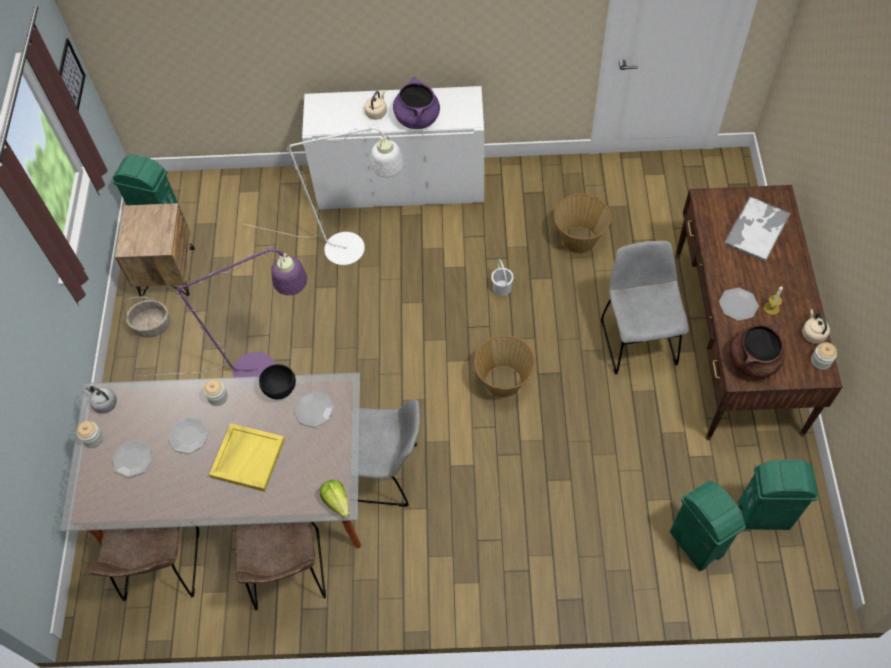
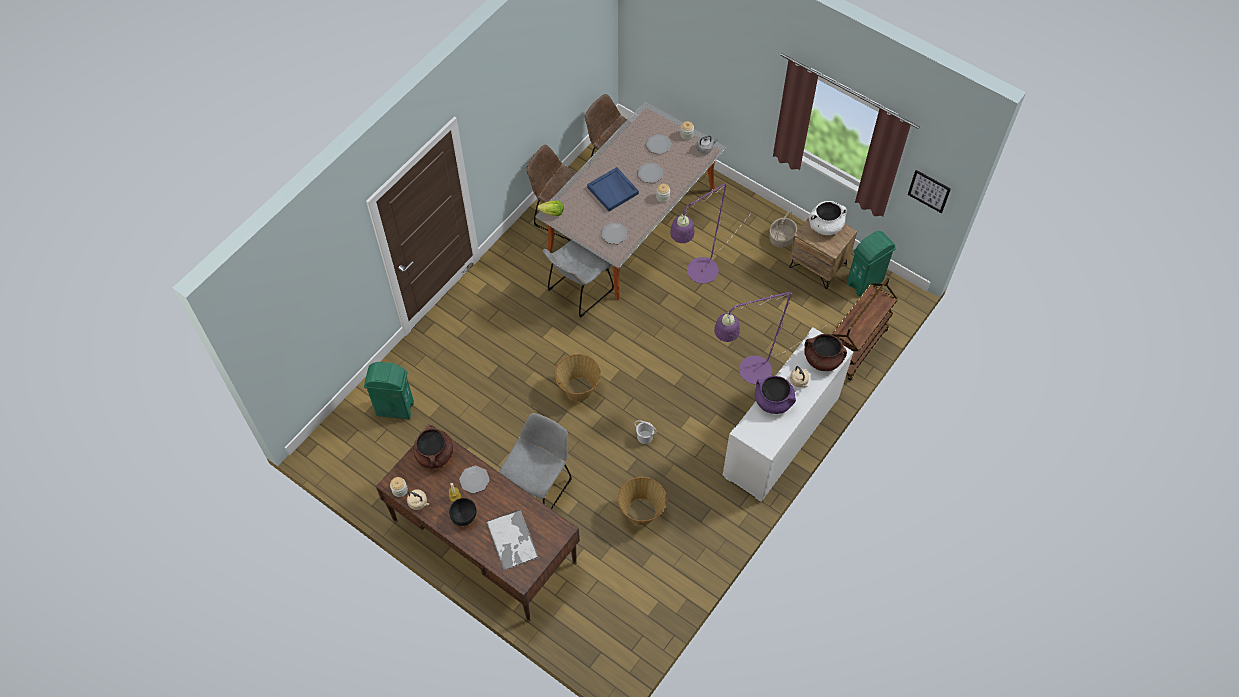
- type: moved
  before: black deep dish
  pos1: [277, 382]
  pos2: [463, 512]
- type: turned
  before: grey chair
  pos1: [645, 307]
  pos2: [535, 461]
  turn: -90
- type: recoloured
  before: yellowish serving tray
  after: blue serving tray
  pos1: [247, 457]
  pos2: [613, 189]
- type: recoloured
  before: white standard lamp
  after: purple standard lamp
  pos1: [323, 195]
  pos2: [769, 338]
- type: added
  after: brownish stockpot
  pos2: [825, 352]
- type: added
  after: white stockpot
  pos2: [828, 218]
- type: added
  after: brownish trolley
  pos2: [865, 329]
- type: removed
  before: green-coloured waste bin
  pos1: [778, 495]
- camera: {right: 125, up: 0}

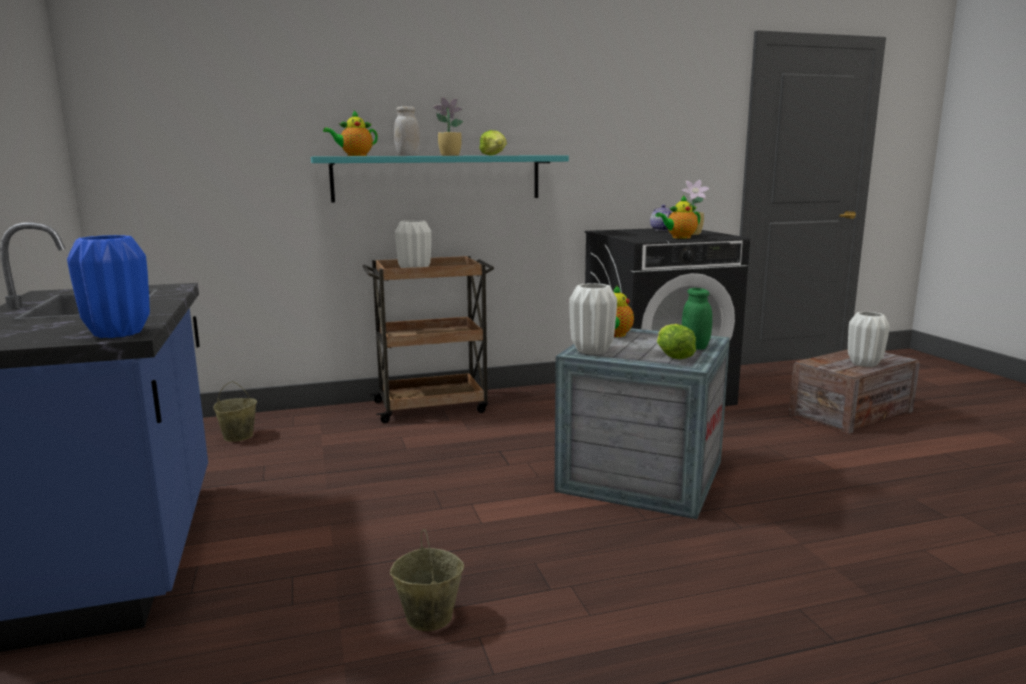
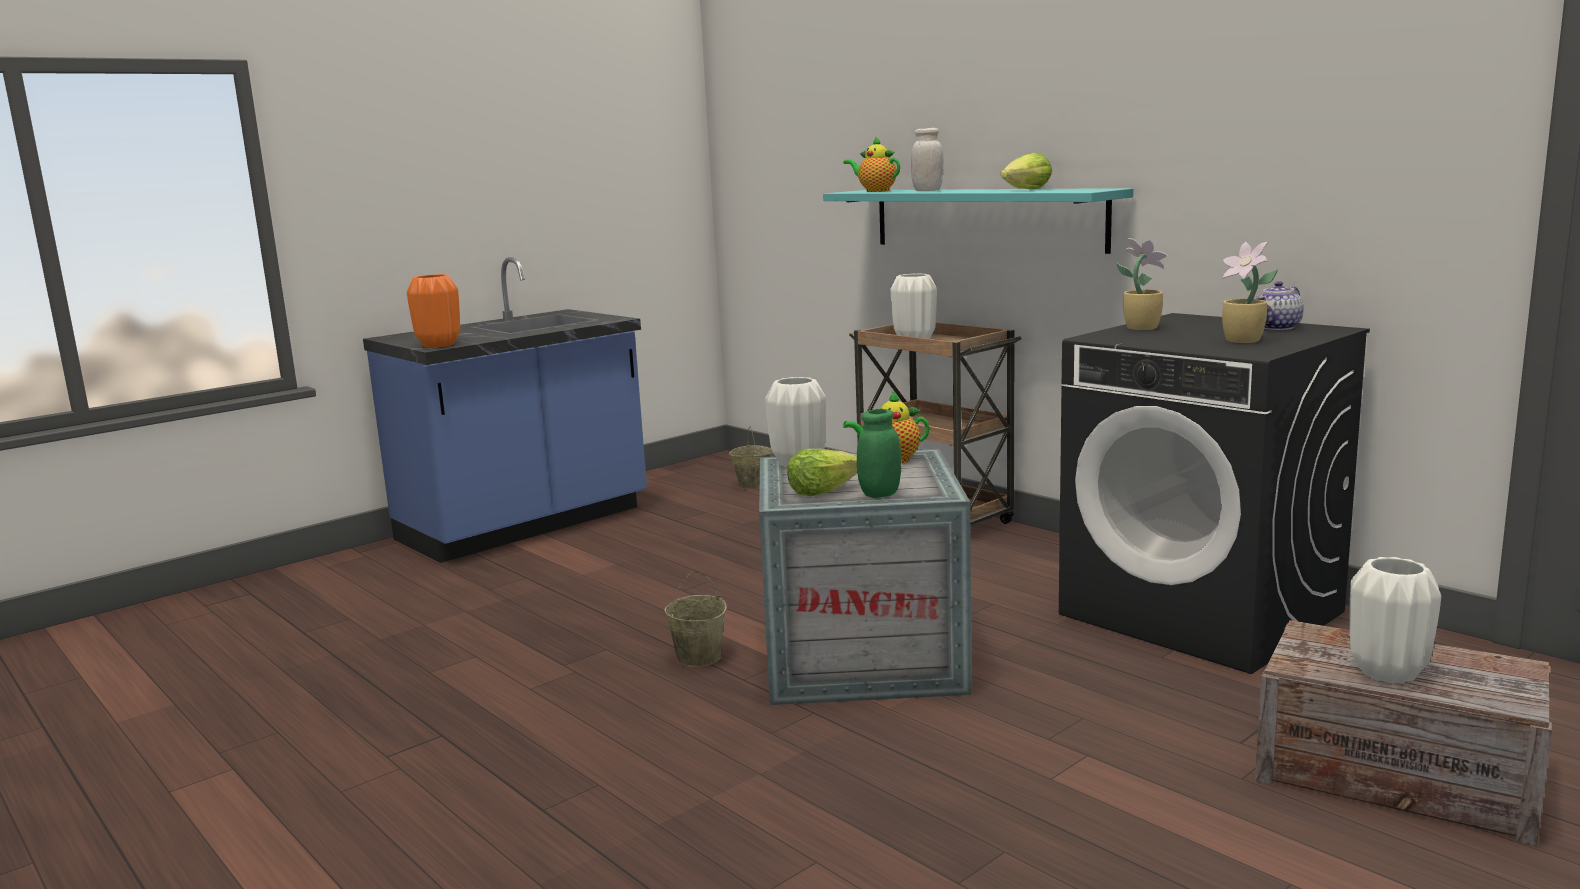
- type: recoloured
  before: blue vase
  after: orange vase
  pos1: [108, 286]
  pos2: [433, 311]
- type: moved
  before: sand-coloured water bucket
  pos1: [427, 580]
  pos2: [695, 619]
- type: moved
  before: potted plant
  pos1: [448, 126]
  pos2: [1142, 284]
- type: removed
  before: pot for tea
  pos1: [677, 217]
- camera: {right: 65, up: 0}

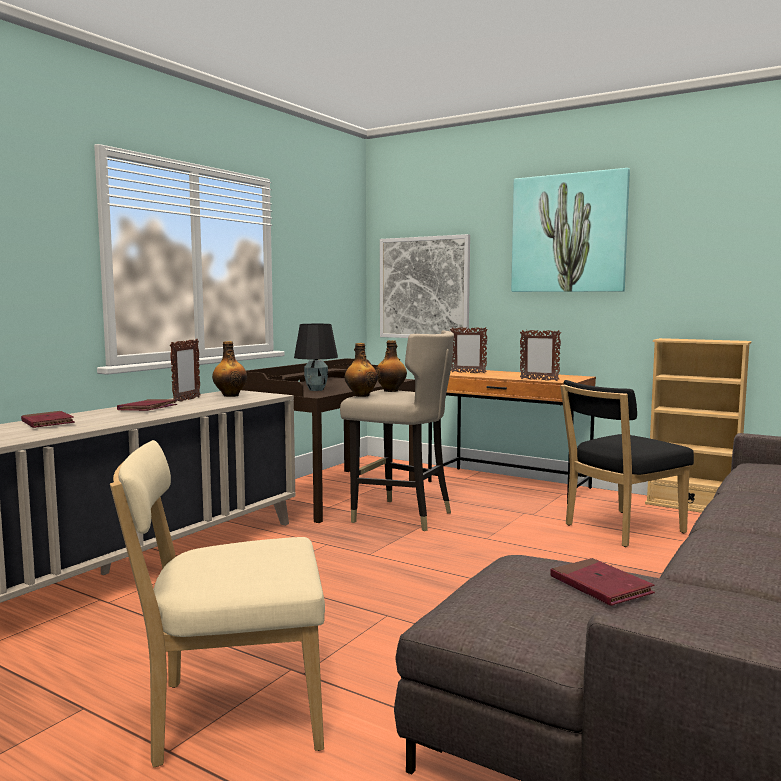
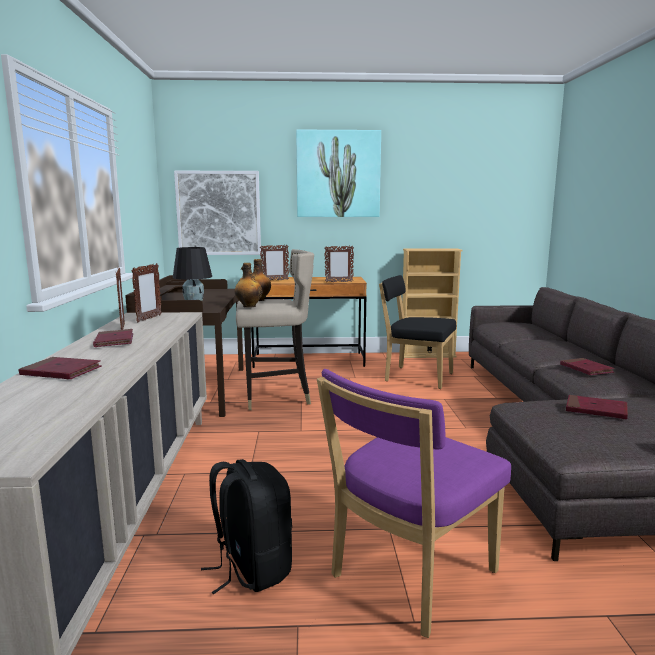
- type: replaced
  before: bottle
  after: picture frame
  pos1: [229, 369]
  pos2: [146, 292]
- type: added
  after: black rucksack
  pos2: [246, 526]
- type: recoloured
  before: sand-coloured chair
  after: purple chair
  pos1: [217, 604]
  pos2: [414, 503]
- type: turned
  before: black chair
  pos1: [627, 463]
  pos2: [417, 332]
  turn: 90
- type: added
  after: reddish volume
  pos2: [587, 366]
- camera: {right: -35, up: 5}

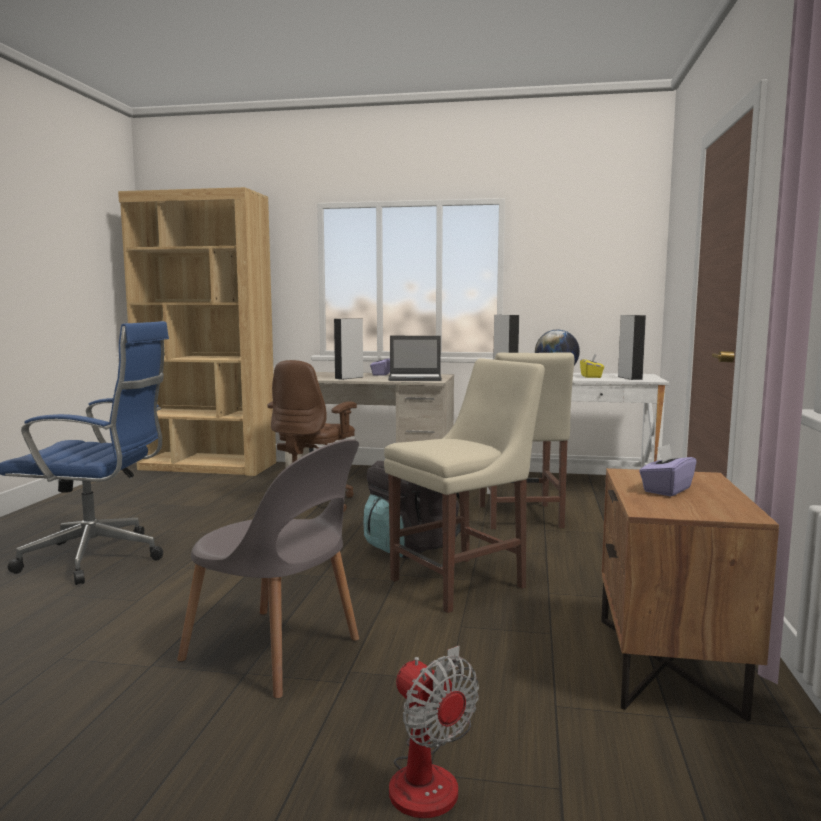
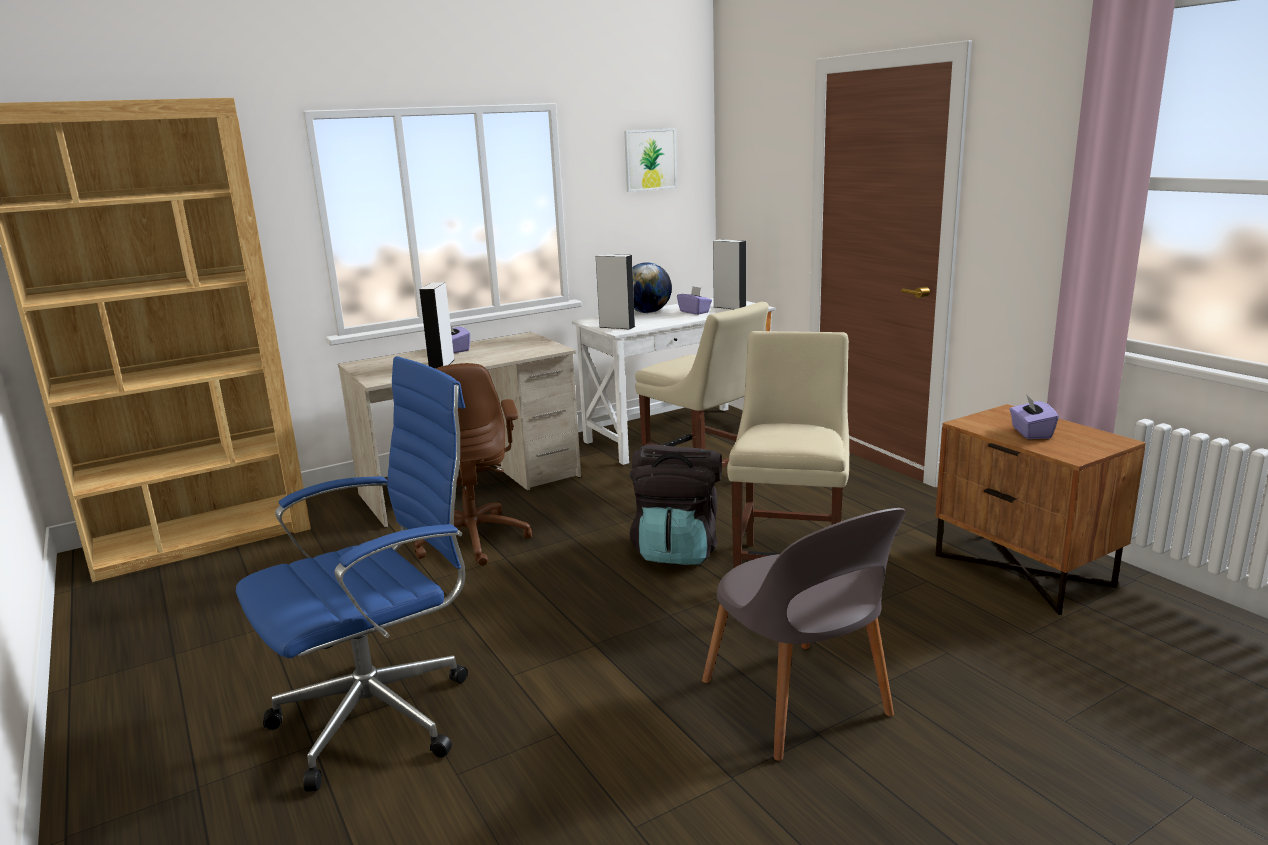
- type: added
  after: wall art
  pos2: [650, 160]
- type: recoloured
  before: yellowish tissue box
  after: purple tissue box
  pos1: [592, 366]
  pos2: [694, 301]
- type: turned
  before: grey chair
  pos1: [268, 569]
  pos2: [804, 634]
  turn: 75
- type: removed
  before: laptop
  pos1: [415, 358]
- type: removed
  before: electric fan
  pos1: [434, 732]
- camera: {right: -40, up: 10}

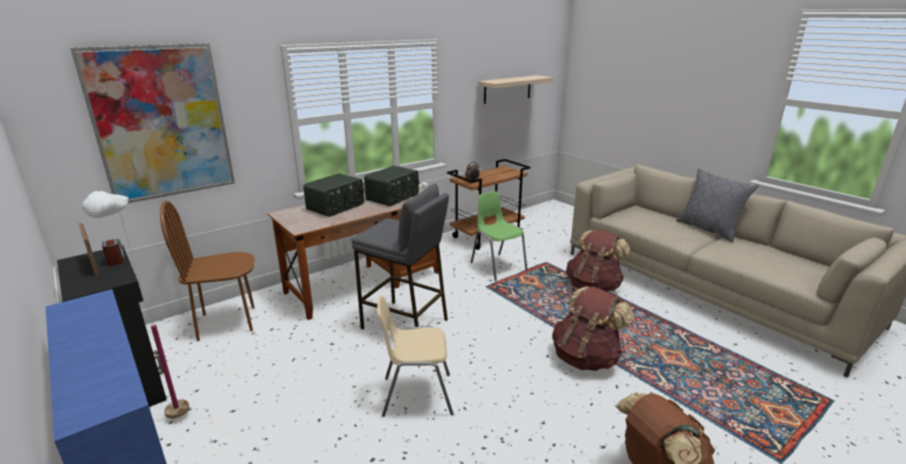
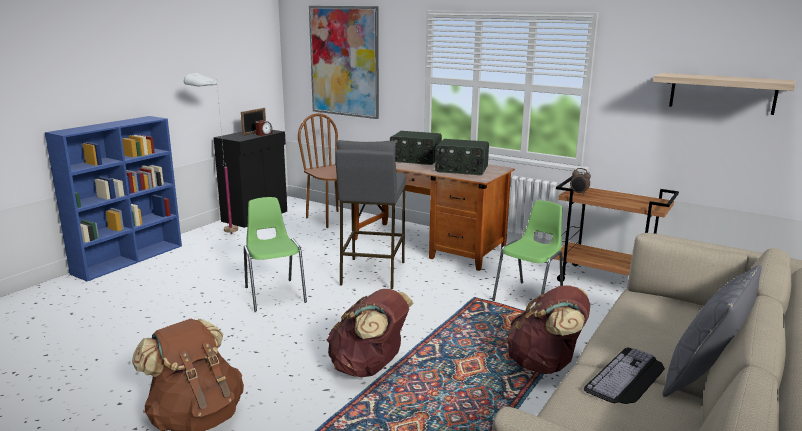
- type: recoloured
  before: sand-coloured chair
  after: green-coloured chair
  pos1: [415, 356]
  pos2: [275, 254]
- type: added
  after: keyboard
  pos2: [624, 375]
- camera: {right: 70, up: -5}

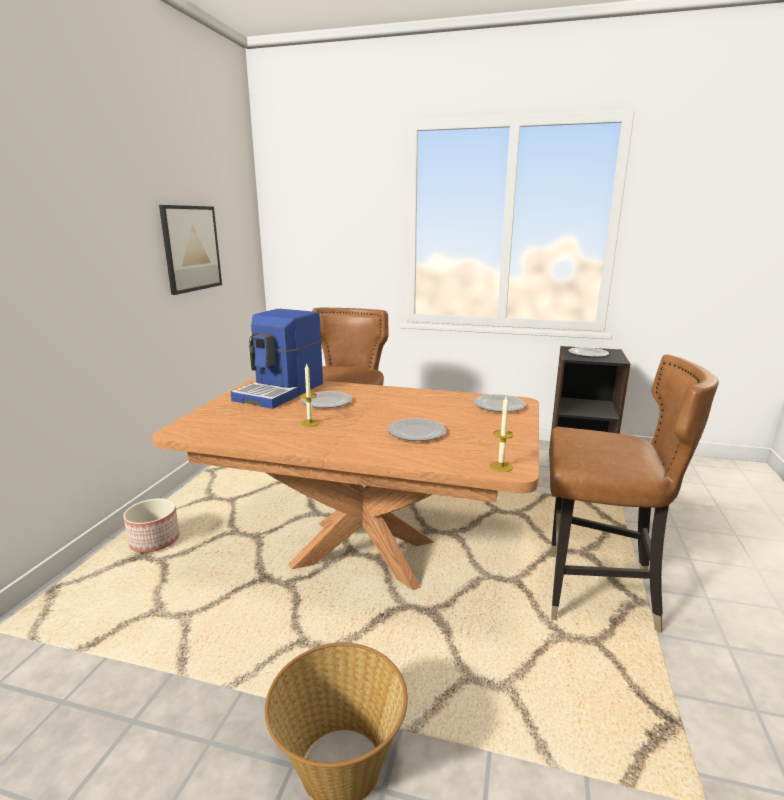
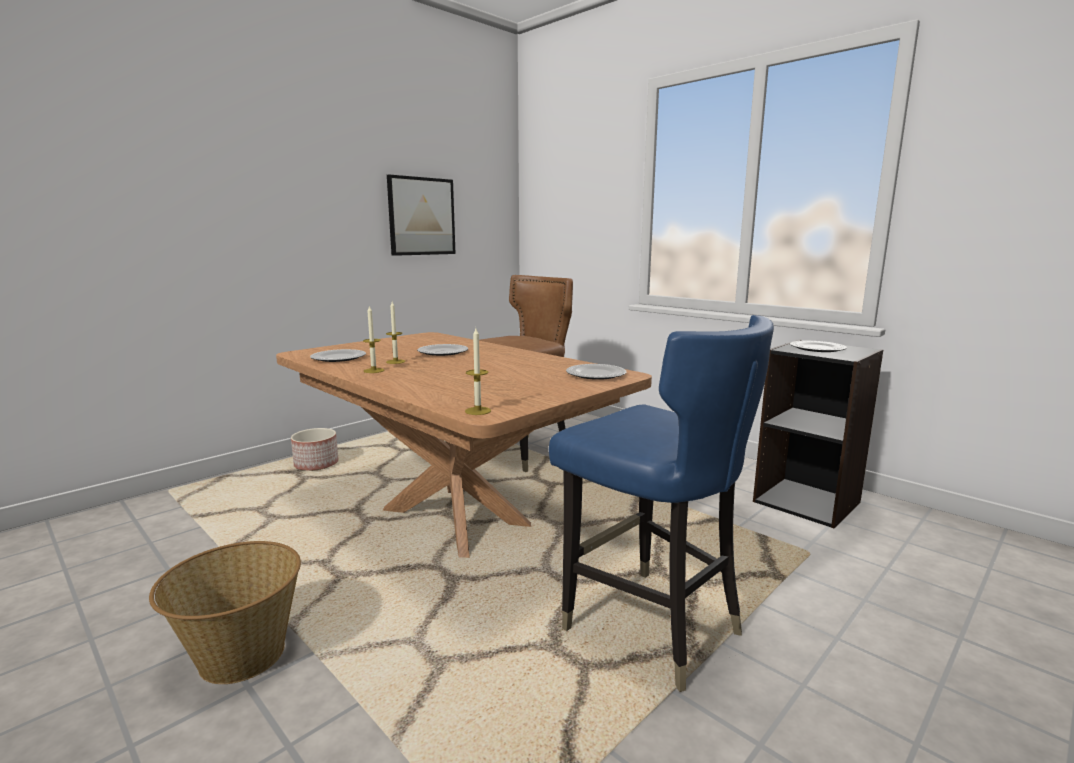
- type: moved
  before: dinner plate
  pos1: [417, 429]
  pos2: [338, 355]
- type: added
  after: wax candle
  pos2: [373, 339]
- type: recoloured
  before: brownish chair
  after: blue chair
  pos1: [634, 494]
  pos2: [661, 503]
- type: removed
  before: coffee brewer
  pos1: [277, 359]
- camera: {right: 30, up: -5}

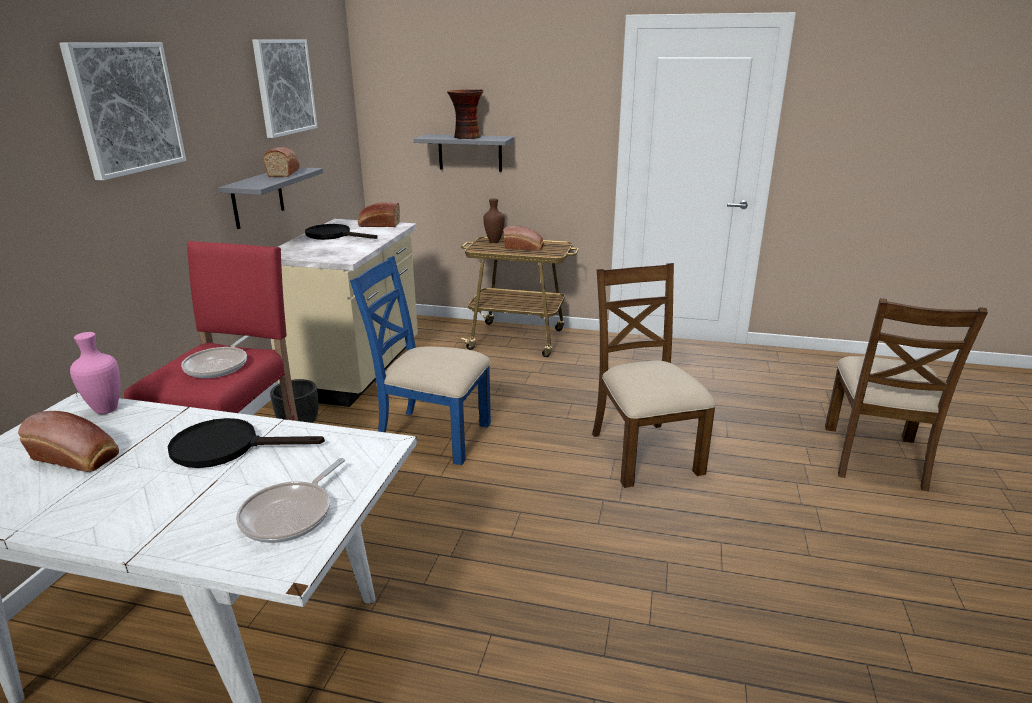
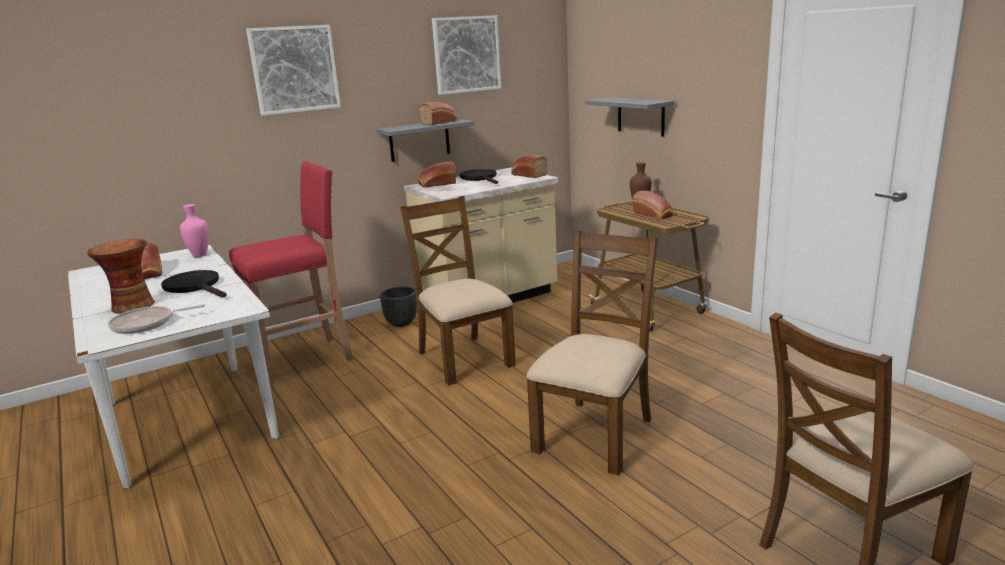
- type: moved
  before: vase
  pos1: [465, 114]
  pos2: [121, 276]
- type: recoloured
  before: blue chair
  after: brownish chair
  pos1: [420, 360]
  pos2: [458, 290]
- type: added
  after: bakery bread
  pos2: [437, 175]
- type: removed
  before: frying pan
  pos1: [215, 356]
- camera: {right: 45, up: -5}

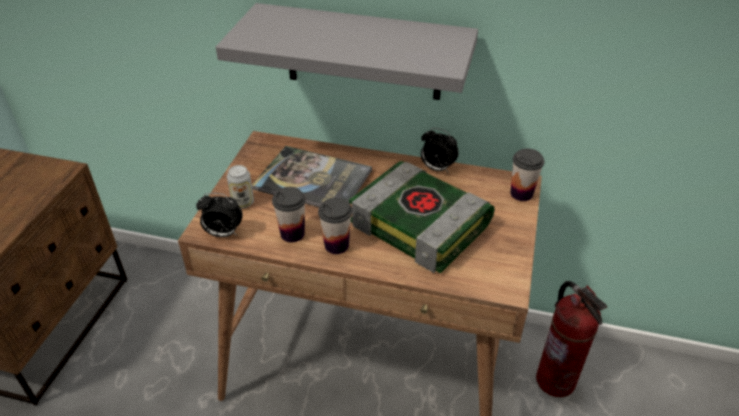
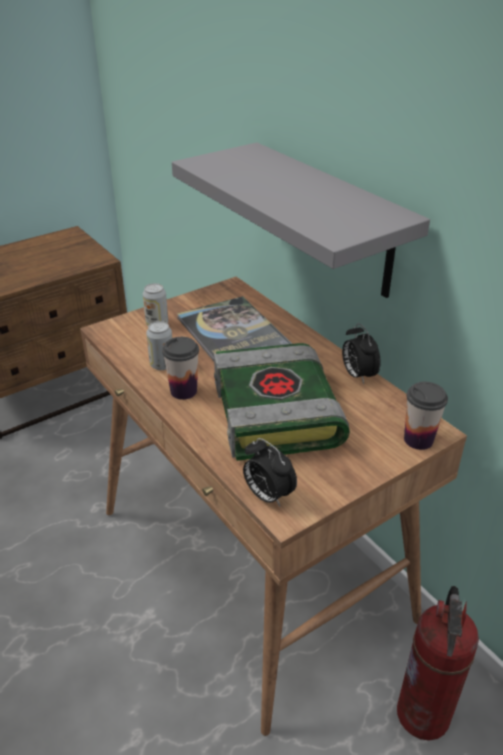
- type: replaced
  before: cup
  after: metal can
  pos1: [289, 214]
  pos2: [159, 345]
- type: moved
  before: table clock
  pos1: [219, 215]
  pos2: [270, 472]
- camera: {right: 40, up: -5}

